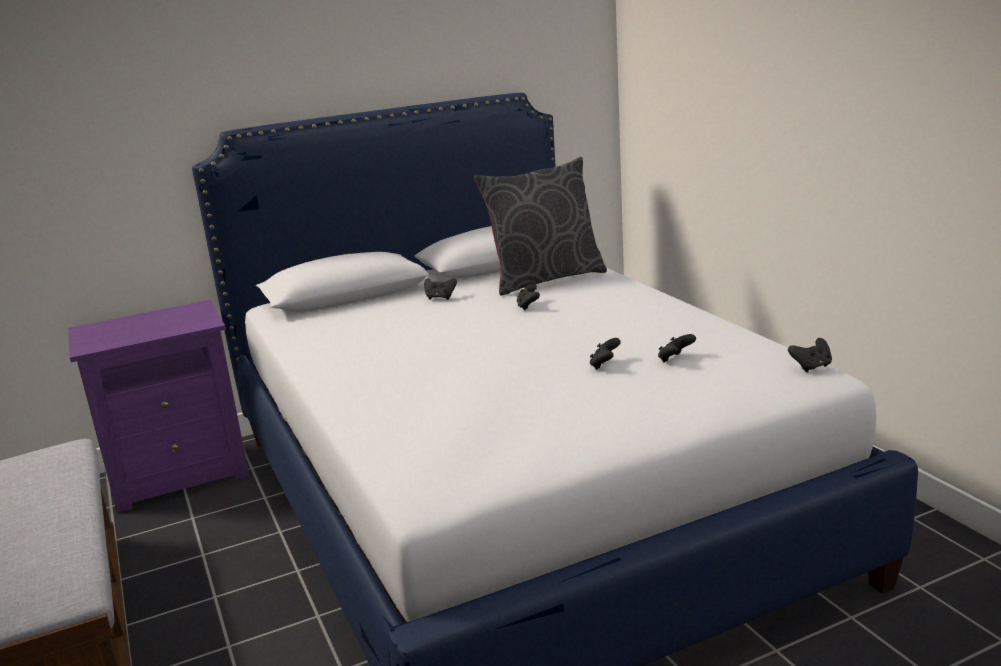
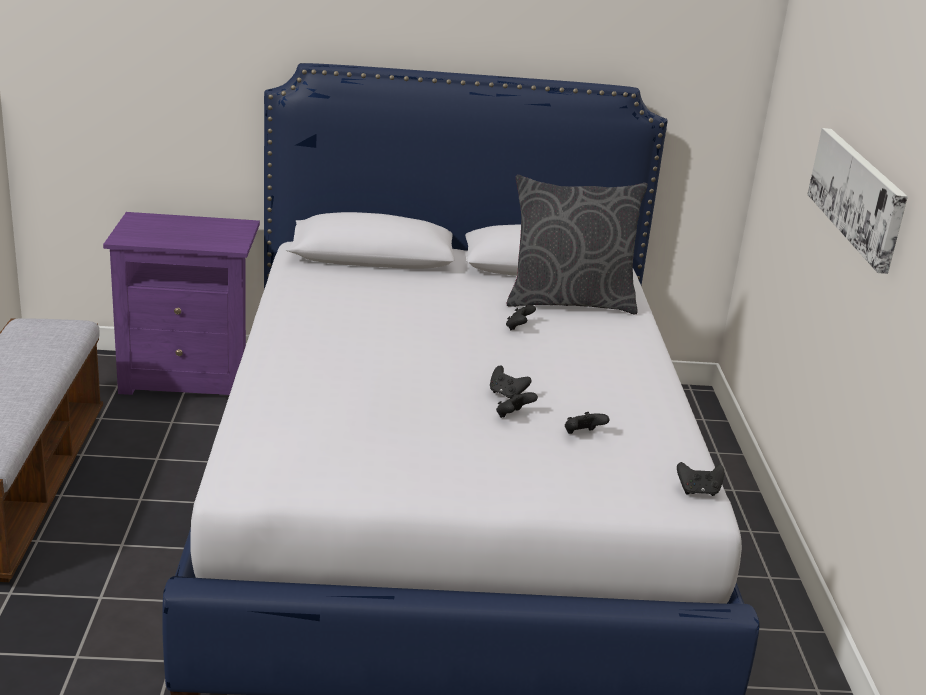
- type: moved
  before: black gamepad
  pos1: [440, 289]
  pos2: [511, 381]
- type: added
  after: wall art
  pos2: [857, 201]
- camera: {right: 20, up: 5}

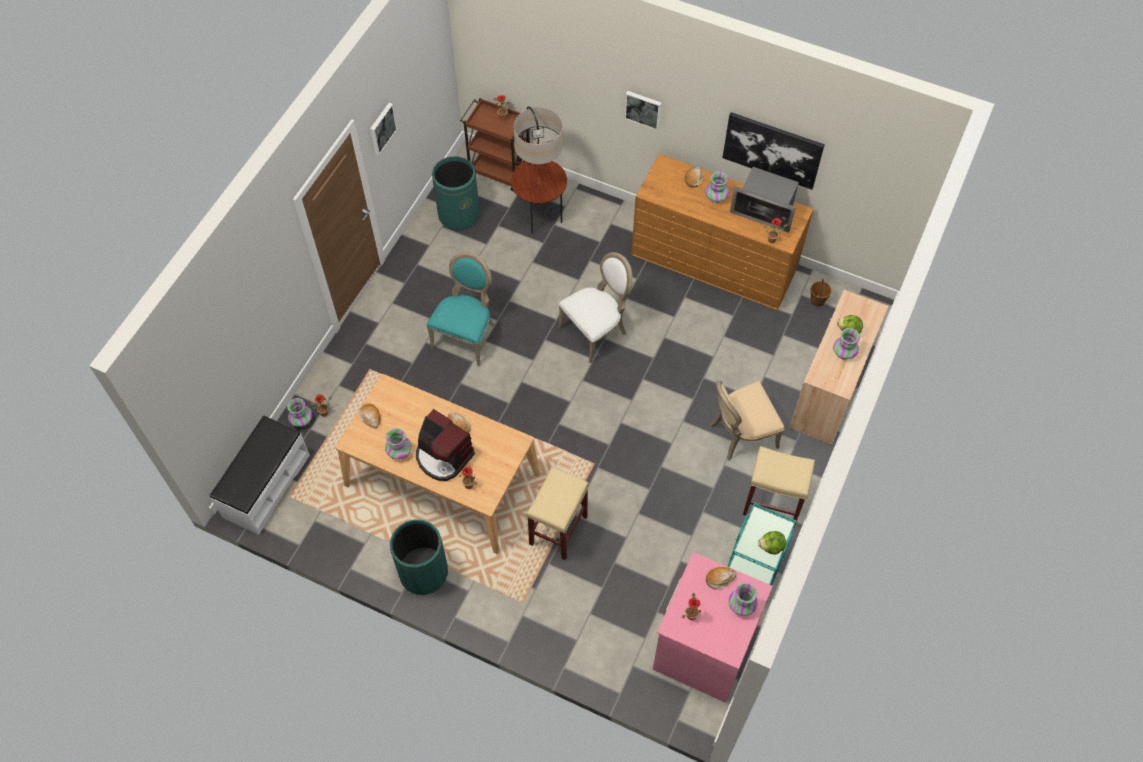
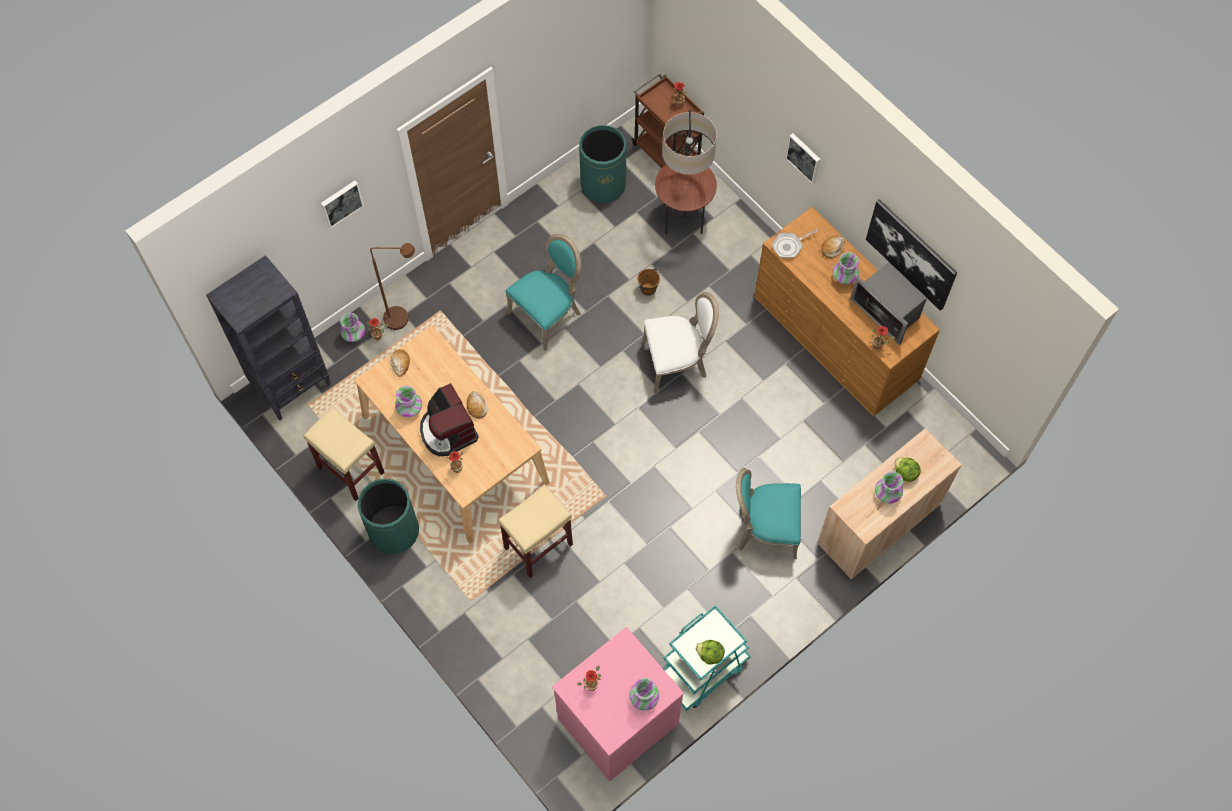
- type: replaced
  before: white long seat
  after: black shelving unit
  pos1: [260, 475]
  pos2: [268, 337]
- type: moved
  before: sand-coloured stool seat
  pos1: [779, 487]
  pos2: [344, 454]
- type: moved
  before: wall art
  pos1: [383, 129]
  pos2: [342, 204]
- type: added
  after: brownish standard lamp
  pos2: [392, 286]
- type: moved
  before: brownish water bucket
  pos1: [821, 293]
  pos2: [649, 282]
- type: recoloured
  before: sand-coloured chair
  after: blue-green chair
  pos1: [747, 421]
  pos2: [768, 513]
- type: added
  after: frying pan
  pos2: [795, 243]
- type: removed
  before: bakery bread
  pos1: [721, 578]
- camera: {right: 25, up: 5}

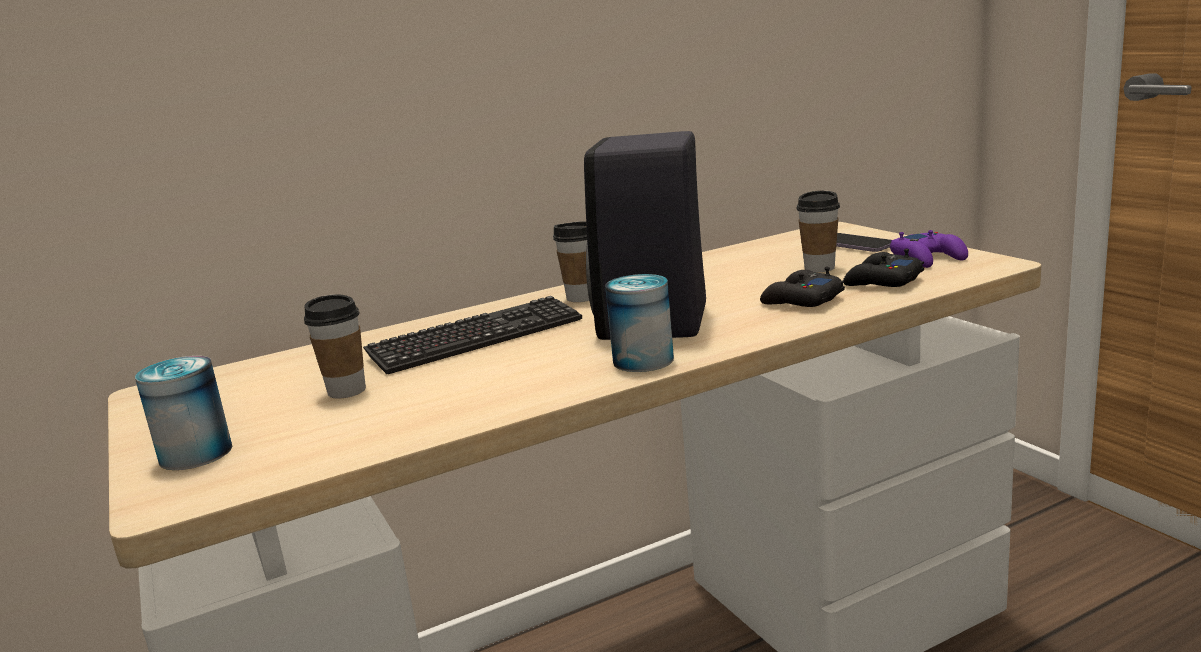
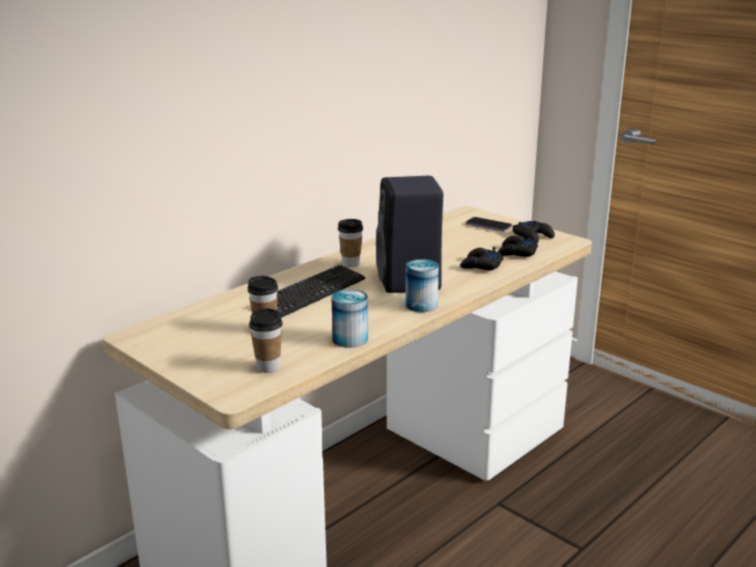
- type: moved
  before: cup
  pos1: [818, 231]
  pos2: [266, 340]
- type: moved
  before: metal can
  pos1: [183, 413]
  pos2: [349, 318]
- type: recoloured
  before: purple gamepad
  after: black gamepad
  pos1: [929, 249]
  pos2: [534, 231]
- camera: {right: -20, up: 5}

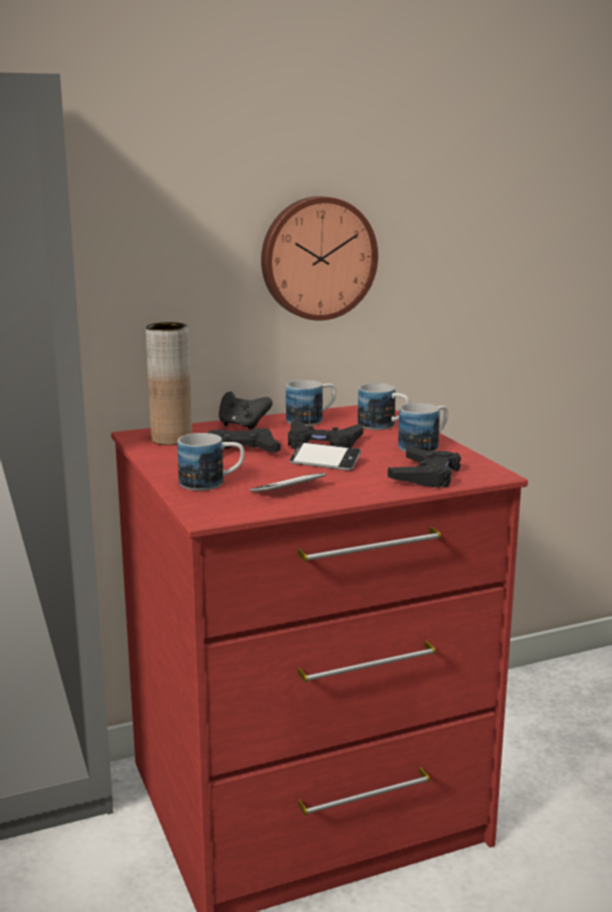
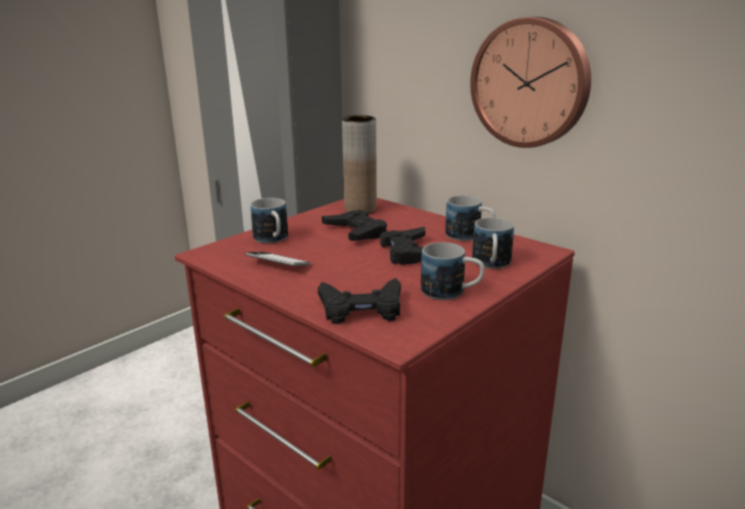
- type: removed
  before: black gamepad
  pos1: [246, 411]
- type: removed
  before: phone
  pos1: [325, 456]
- camera: {right: 65, up: 5}

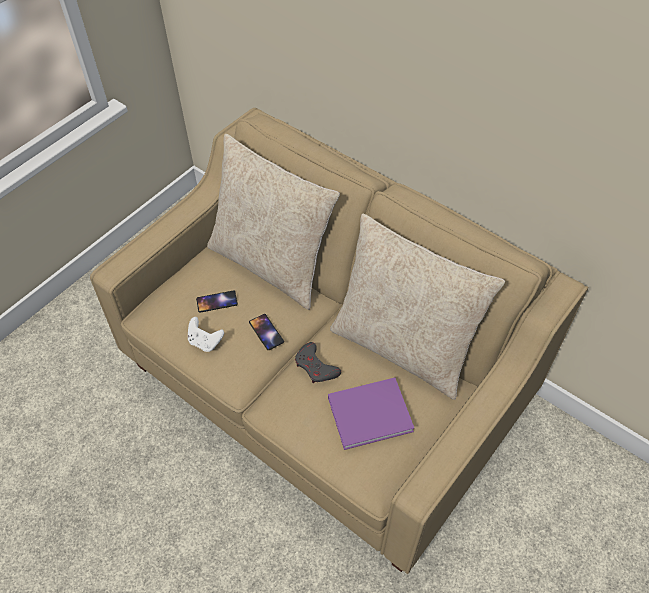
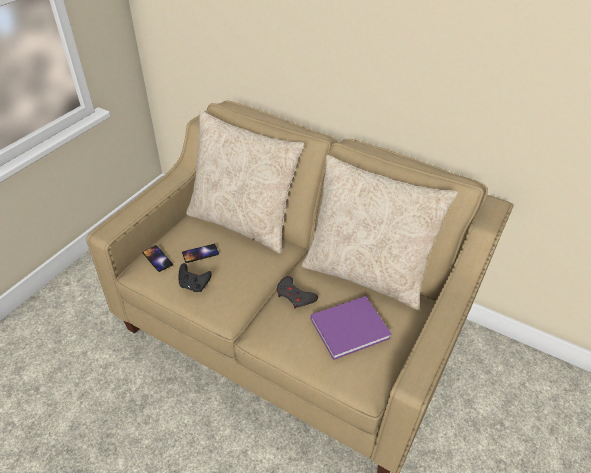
- type: moved
  before: phone
  pos1: [266, 332]
  pos2: [158, 258]
- type: recoloured
  before: white gamepad
  after: black gamepad
  pos1: [206, 334]
  pos2: [195, 277]
- camera: {right: -10, up: -10}

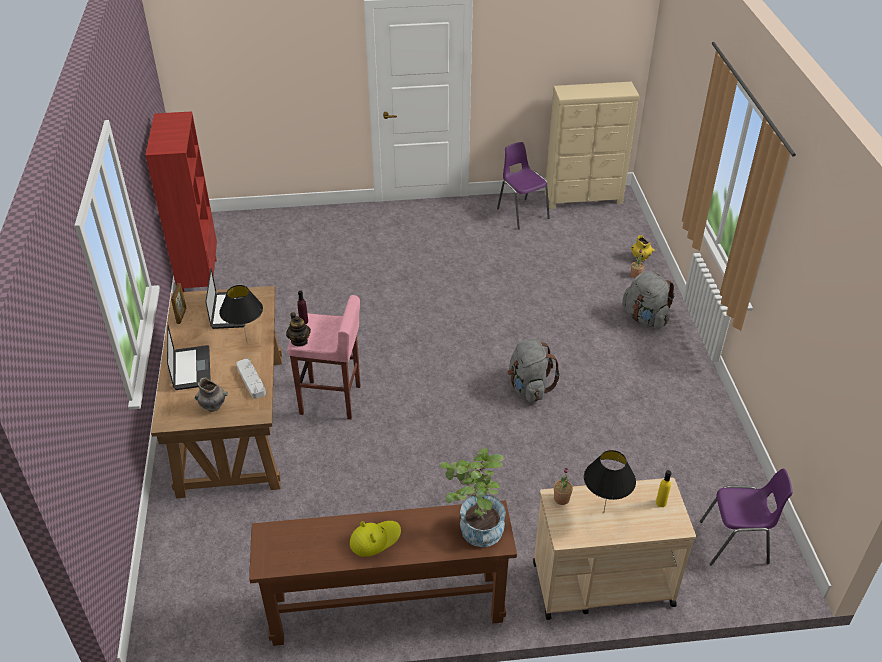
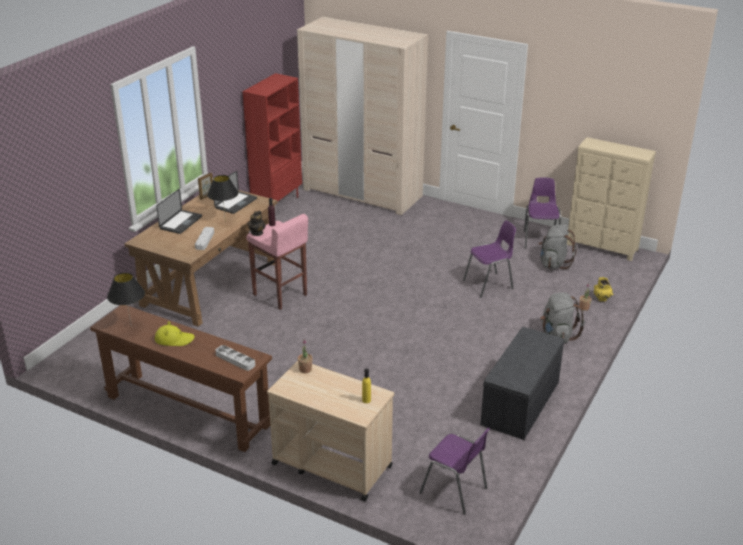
- type: moved
  before: black tabletop lamp
  pos1: [610, 480]
  pos2: [126, 300]
- type: replaced
  before: potted plant
  after: grey serving tray
  pos1: [473, 497]
  pos2: [235, 358]
- type: added
  after: sand-coloured armoire
  pos2: [362, 116]
- type: added
  after: purple chair
  pos2: [489, 259]
- type: added
  after: grey long seat
  pos2: [522, 383]
- type: moved
  before: grey rucksack
  pos1: [533, 370]
  pos2: [557, 247]
- type: removed
  before: grey vase
  pos1: [211, 394]
- camera: {right: 35, up: -10}

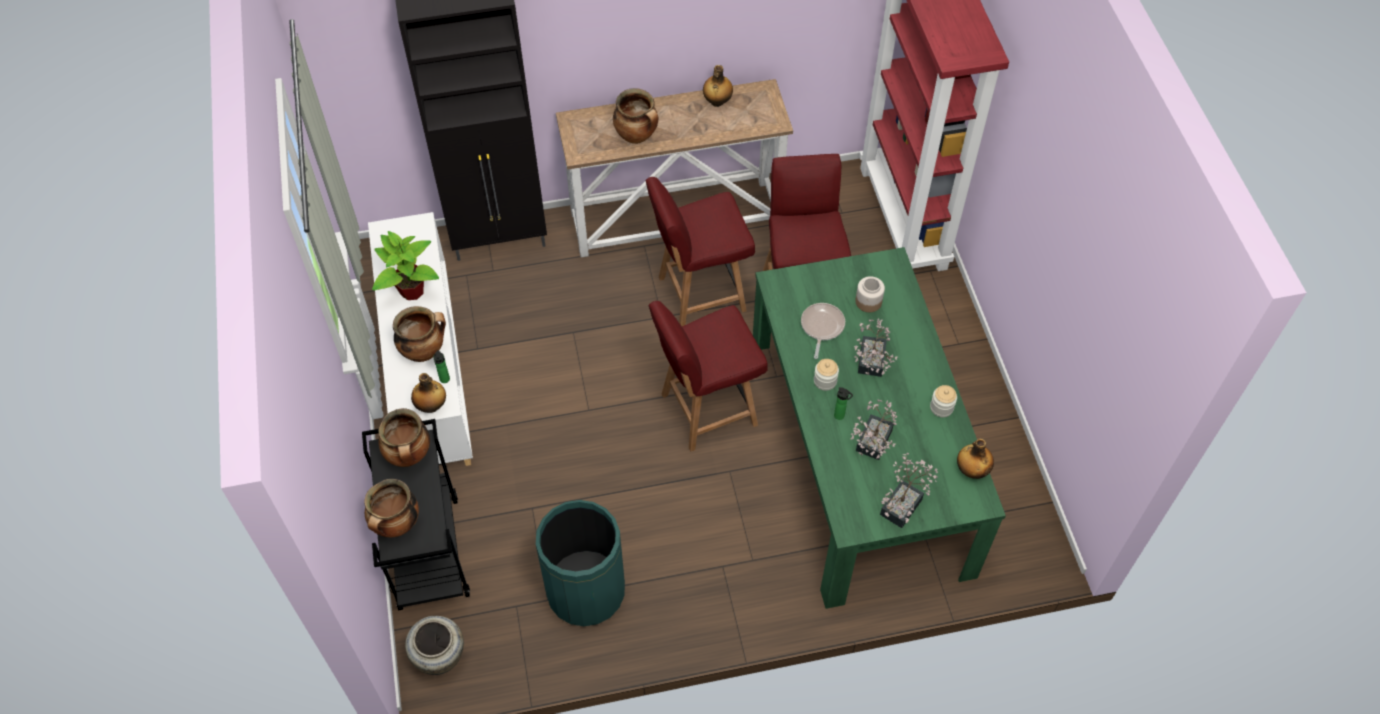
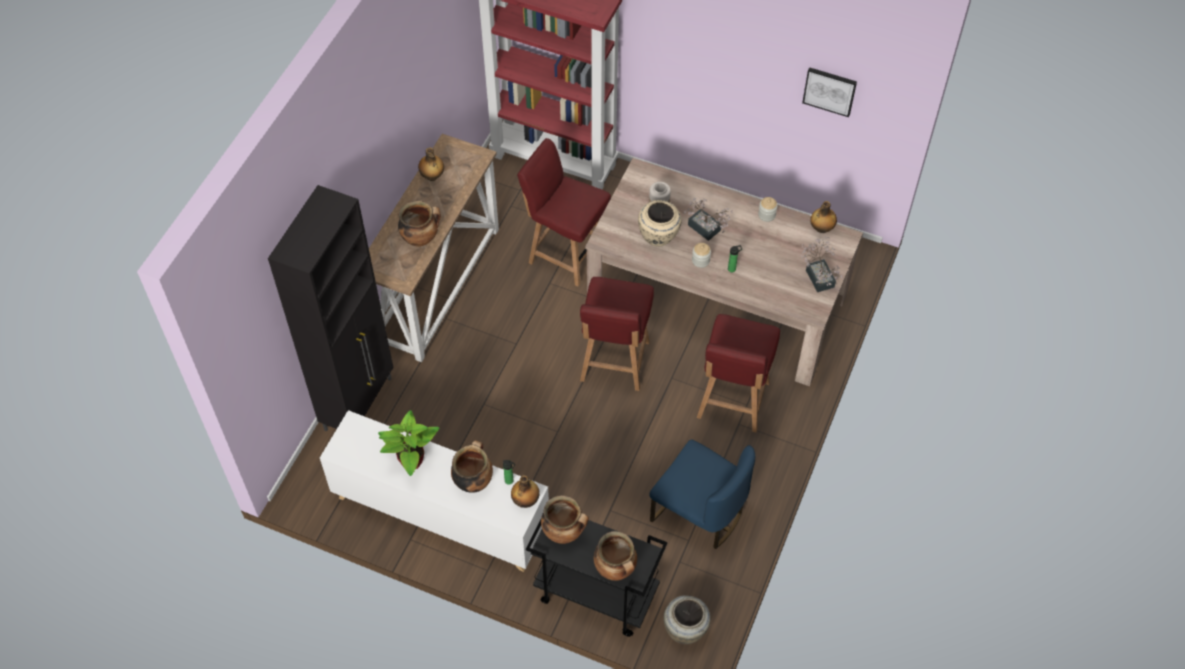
- type: recoloured
  before: green-coloured dinner table
  after: sand-coloured dinner table
  pos1: [879, 428]
  pos2: [724, 272]
- type: replaced
  before: frying pan
  after: sand-coloured vase
  pos1: [823, 331]
  pos2: [659, 223]
- type: replaced
  before: green-coloured waste bin
  after: blue chair
  pos1: [580, 563]
  pos2: [702, 494]
- type: moved
  before: reddish chair
  pos1: [700, 251]
  pos2: [738, 373]
- type: added
  after: wall art
  pos2: [829, 92]
- type: removed
  before: potted plant
  pos1: [874, 430]
- camera: {right: -55, up: 0}

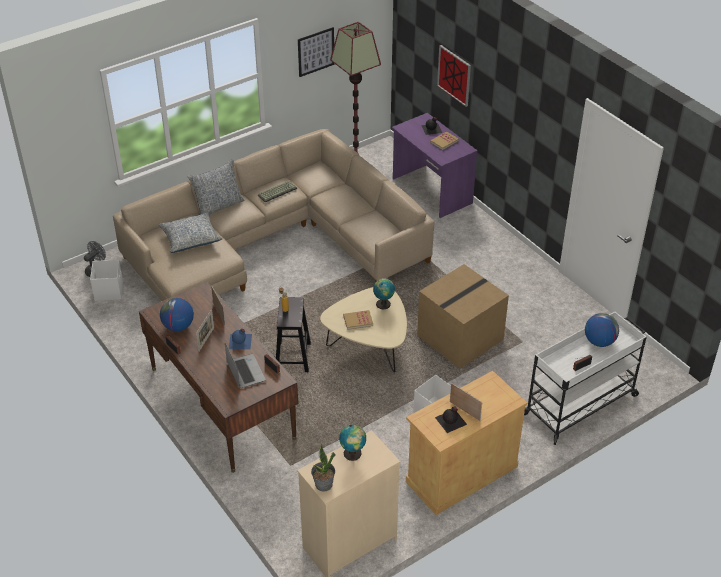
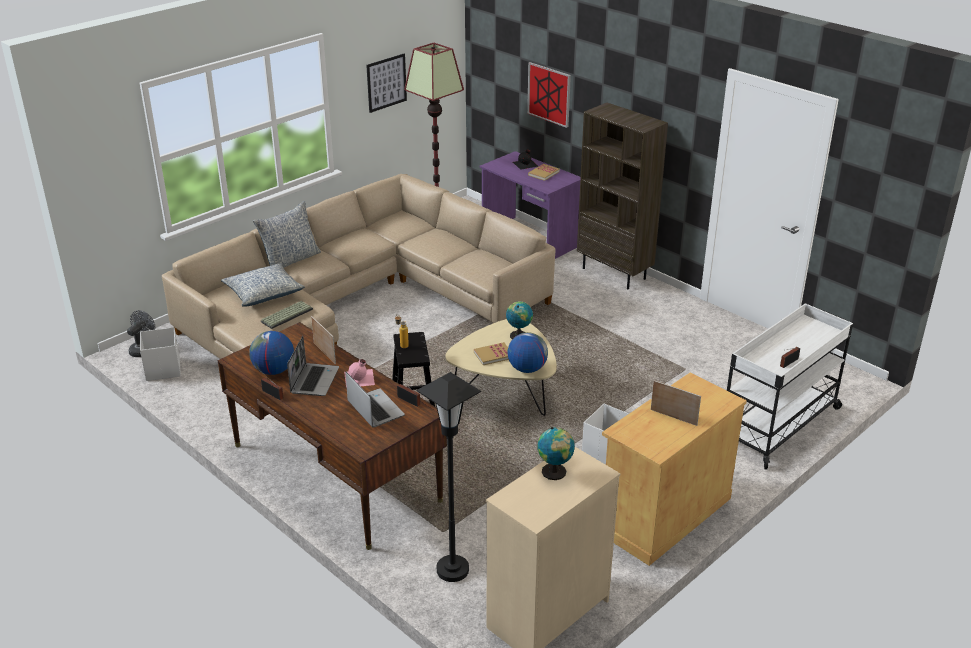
- type: moved
  before: keyboard
  pos1: [277, 191]
  pos2: [287, 315]
- type: replaced
  before: picture frame
  after: laptop
  pos1: [205, 330]
  pos2: [313, 366]
- type: recoloured
  before: blue bottle
  after: pink-coloured bottle
  pos1: [240, 339]
  pos2: [359, 373]
- type: added
  after: black standard lamp
  pos2: [449, 477]
- type: moved
  before: globe
  pos1: [602, 330]
  pos2: [527, 352]
- type: added
  after: brownish shelving unit
  pos2: [622, 196]
- type: removed
  before: potted plant
  pos1: [323, 467]
- type: removed
  before: packing box
  pos1: [463, 316]
- type: removed
  before: black bottle
  pos1: [451, 419]
- camera: {right: -10, up: -10}

